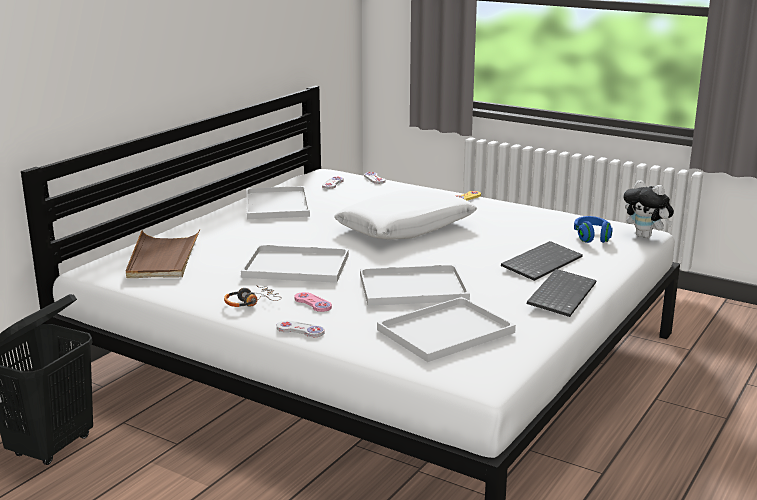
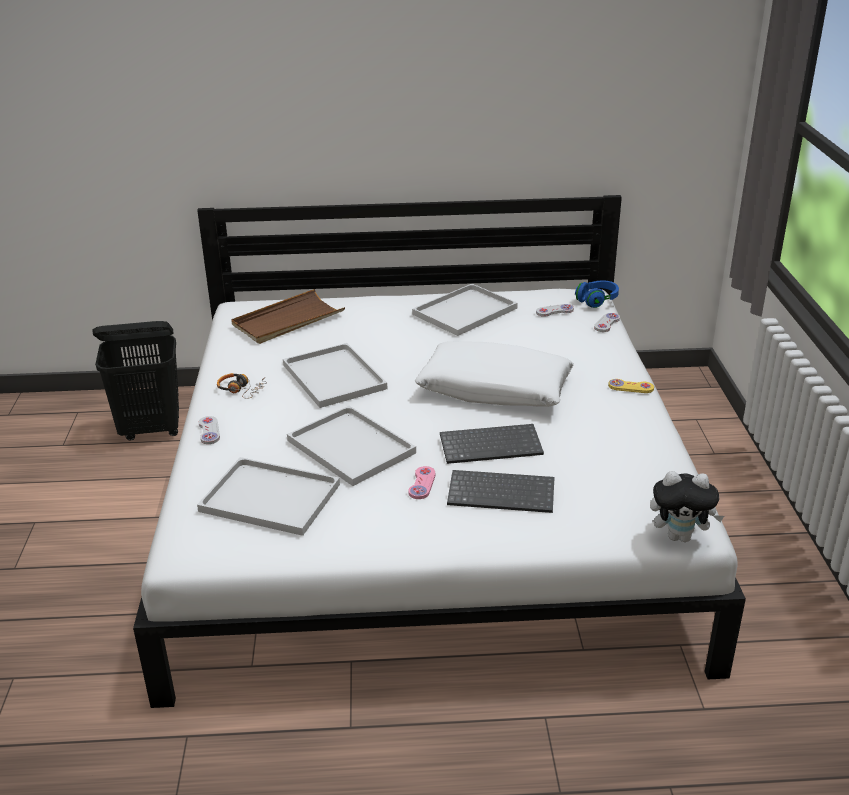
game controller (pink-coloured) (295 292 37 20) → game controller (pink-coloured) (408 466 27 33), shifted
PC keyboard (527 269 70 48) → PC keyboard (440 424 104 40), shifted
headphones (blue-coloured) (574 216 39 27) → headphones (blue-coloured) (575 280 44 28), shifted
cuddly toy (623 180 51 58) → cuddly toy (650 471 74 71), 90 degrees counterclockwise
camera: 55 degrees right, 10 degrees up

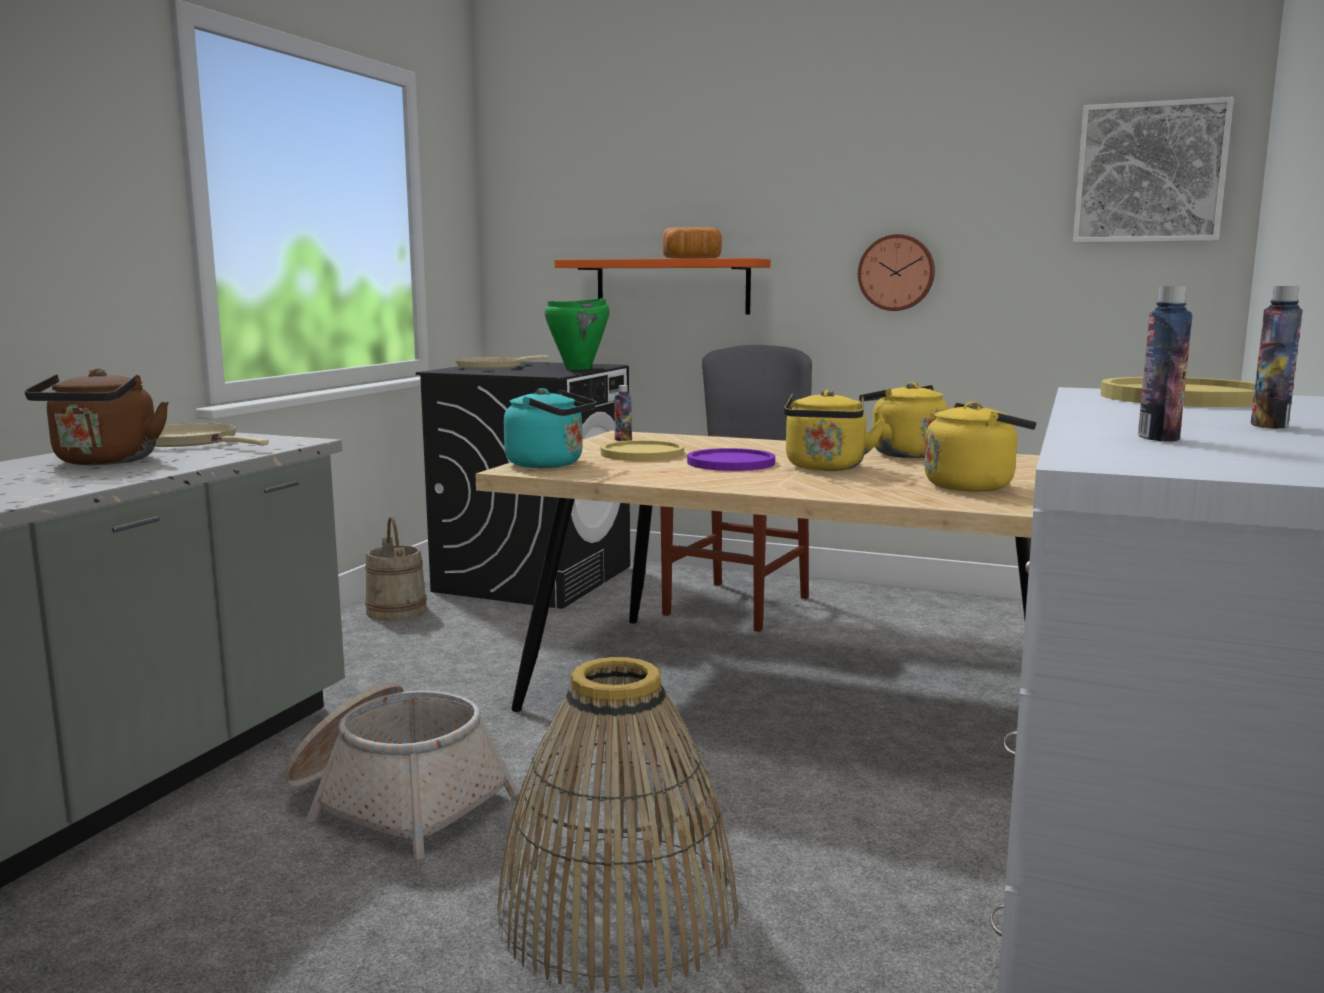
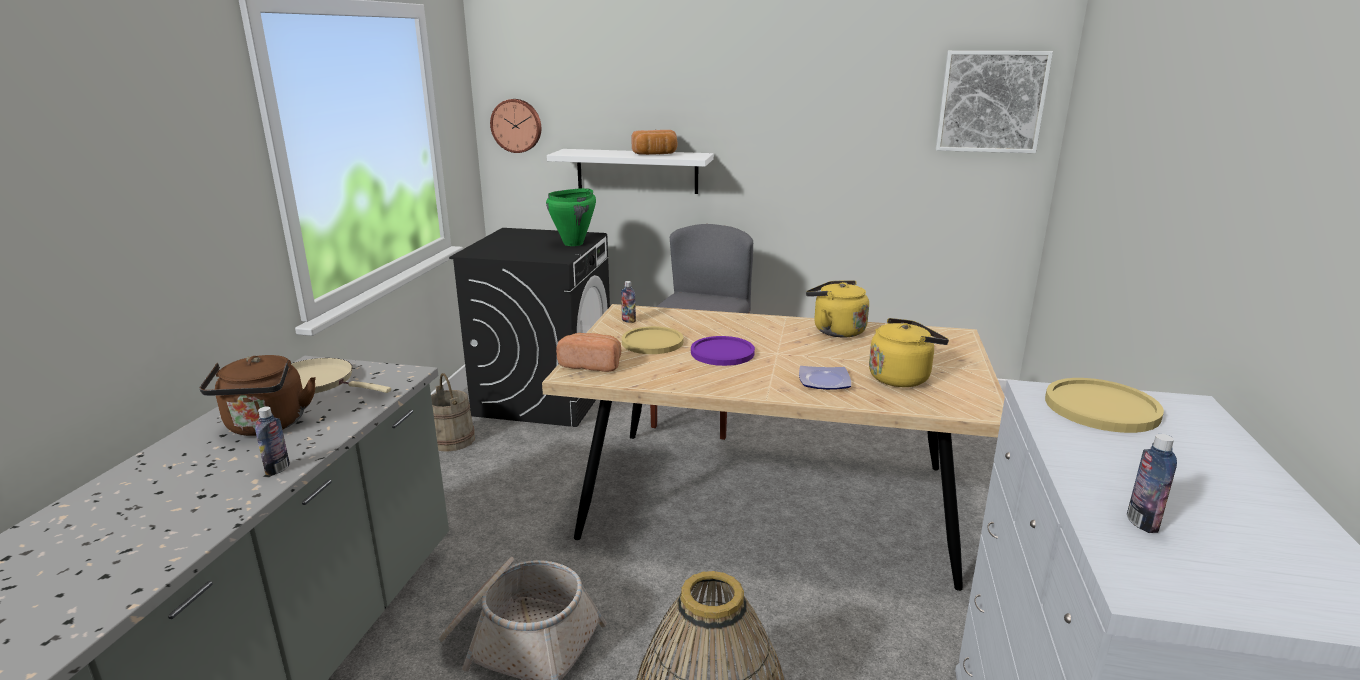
pan (sand-coloured) (456 355 92 14) → -
water kettle (turquoise) (504 388 92 80) → bread (556 333 65 39)
shelf (orange) (555 258 216 57) → shelf (whitish) (547 149 167 45)
water kettle (yellow-coloured) (784 390 101 81) → -
wall clock (858 234 77 77) → wall clock (490 99 51 54), shifted
bottle (1251 286 52 143) → bottle (255 406 35 70), shifted
- → dinner plate (799 366 52 24)
camera: 10 degrees left, 10 degrees up

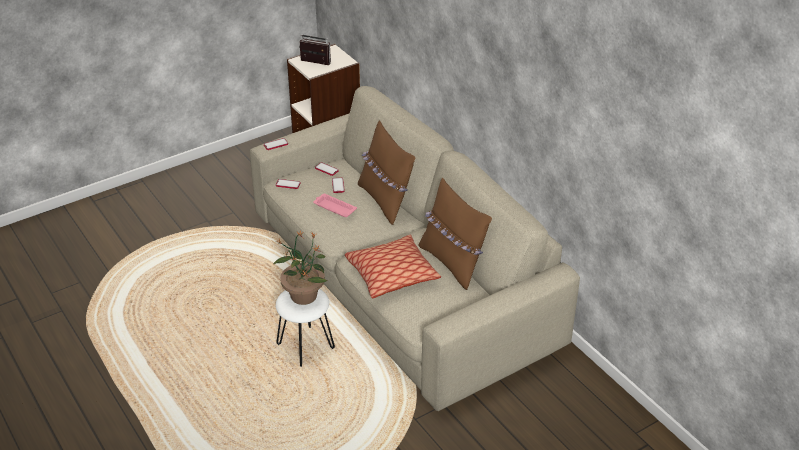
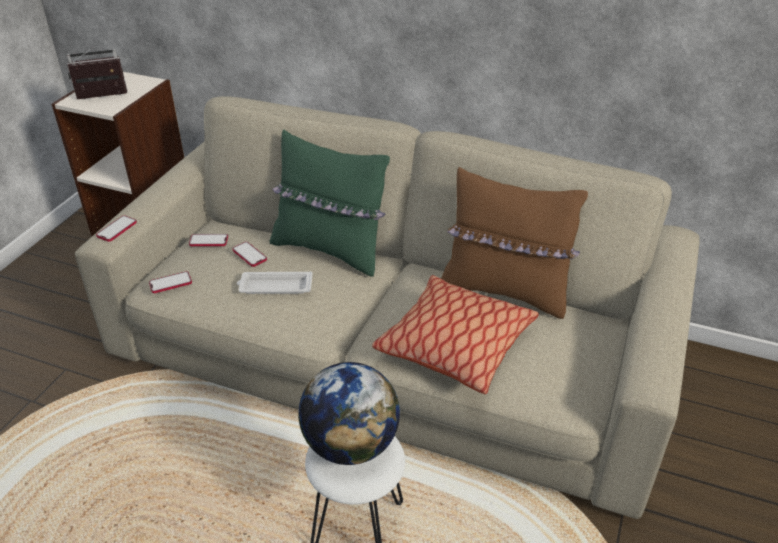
potted plant (273 231 54 74) → world globe (298 362 102 103)
carrying tray (pink-coloured) (313 194 44 23) → carrying tray (whitish) (237 271 76 23)
pillow (brown) (358 120 58 105) → pillow (green-coloured) (270 129 120 148)
camera: 35 degrees left, 0 degrees up

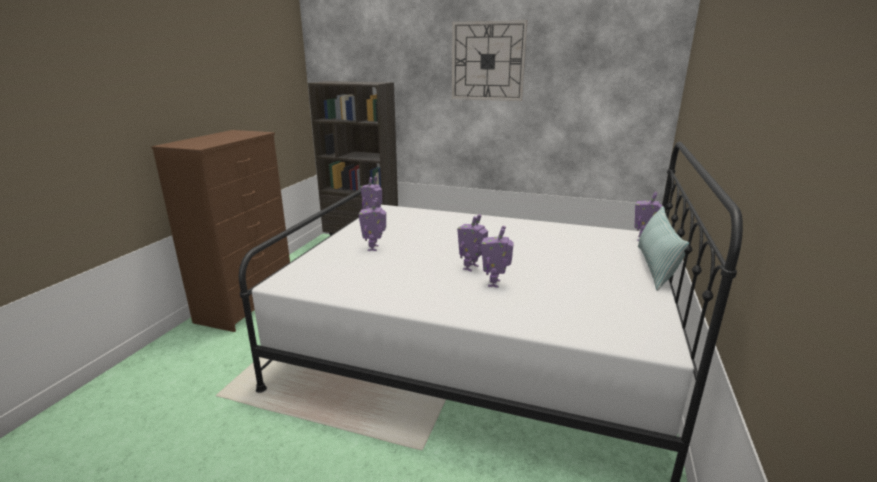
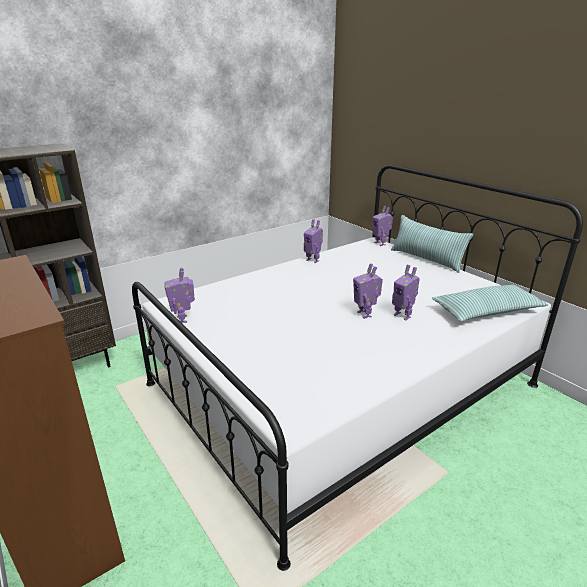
toy robot (358 198 28 53) → toy robot (304 219 19 44), shifted
wall clock (452 20 75 81) → -
- → pillow (431 284 117 37)
camera: 55 degrees left, 5 degrees up

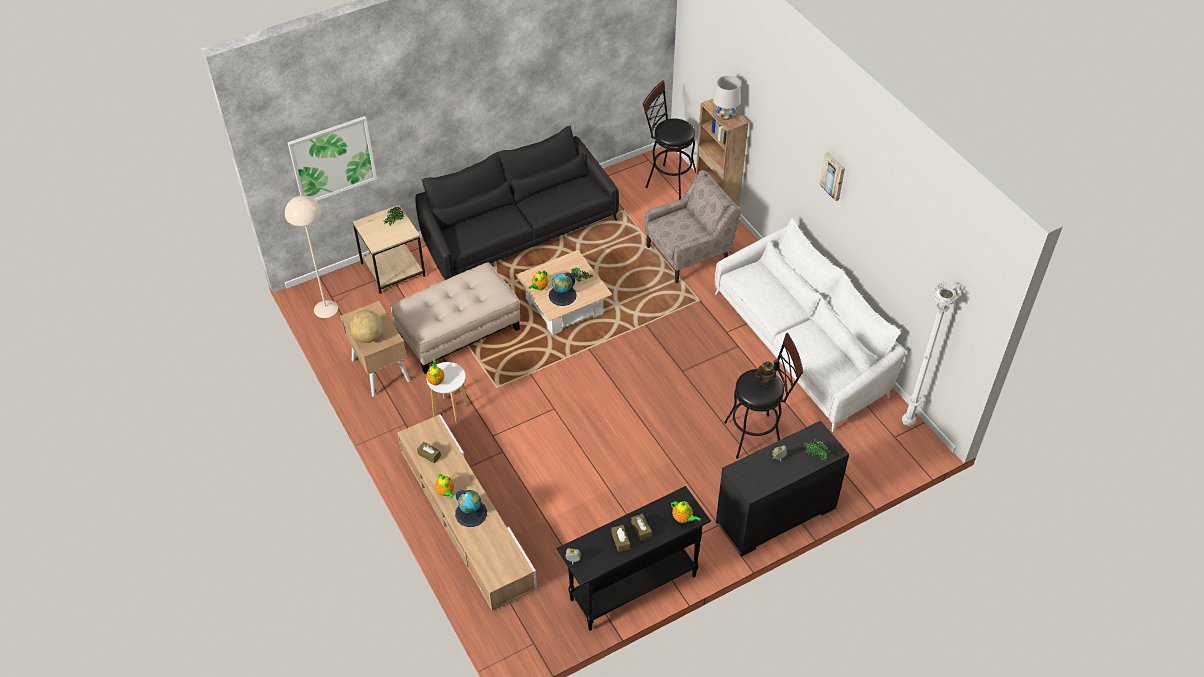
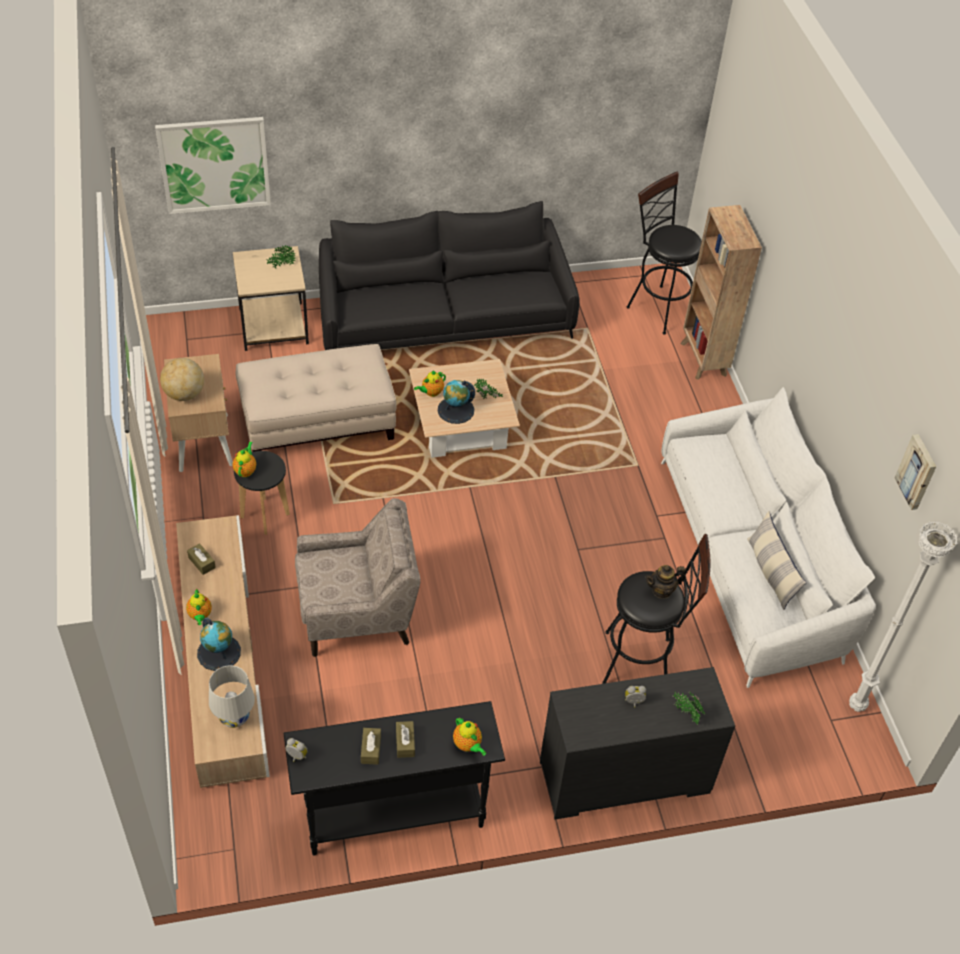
floor lamp (sand-coloured) (285 196 53 122) → -
sitting stool (whitish) (426 362 42 62) → sitting stool (black-coloured) (234 451 56 84)
easy chair (sand-coloured) (645 170 96 113) → easy chair (sand-coloured) (295 498 125 159), shifted
table lamp (whitish) (713 76 28 44) → table lamp (whitish) (209 665 46 63), shifted
picture (819 152 26 49) → picture (895 434 41 76), shifted
- → pillow (747 511 60 99)
camera: 15 degrees right, 0 degrees up

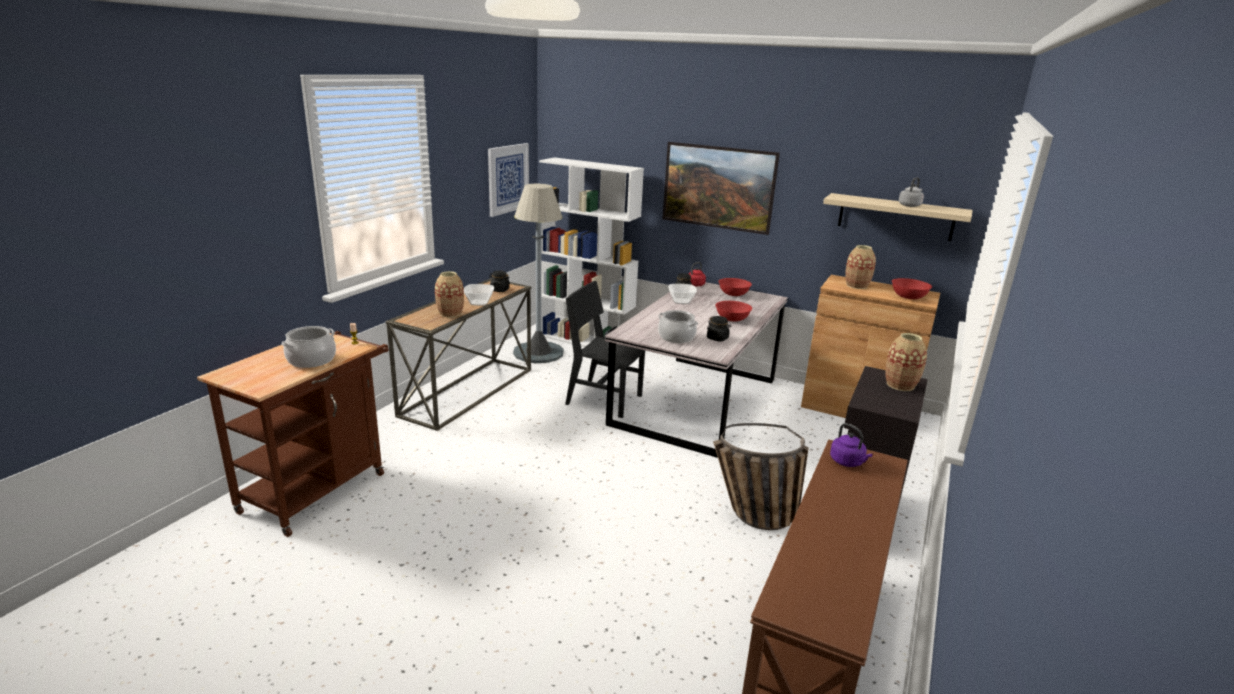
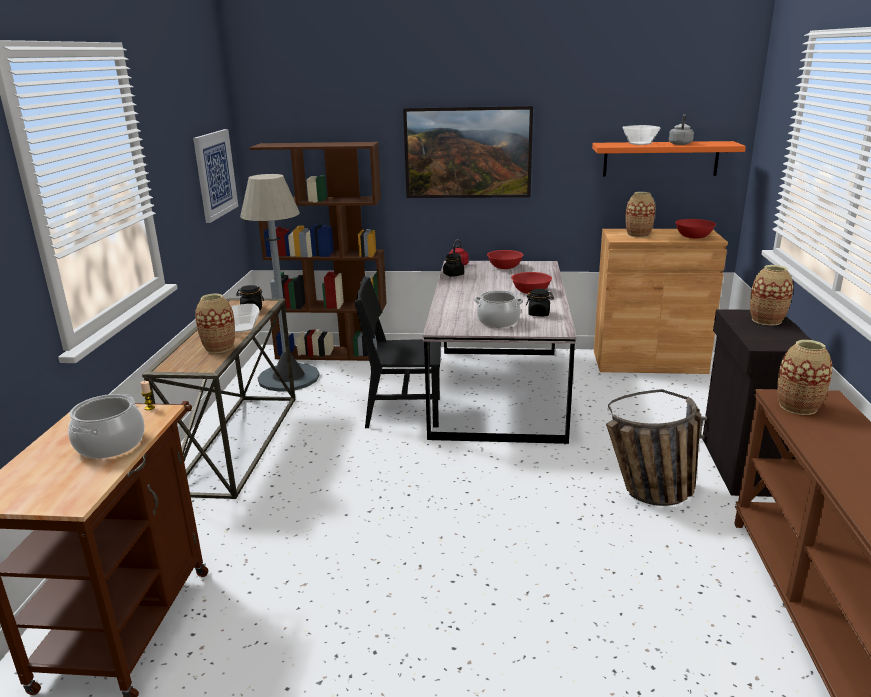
shelving unit (whitish) (539 157 105 190) → shelving unit (brown) (249 142 138 219)
serving bowl (668 284 29 20) → serving bowl (623 125 37 20), shifted
shelf (sand-coloured) (823 193 149 48) → shelf (orange) (592 141 154 36)
water kettle (purplish) (830 423 43 44) → vase (777 340 55 75)
camera: 20 degrees left, 0 degrees up

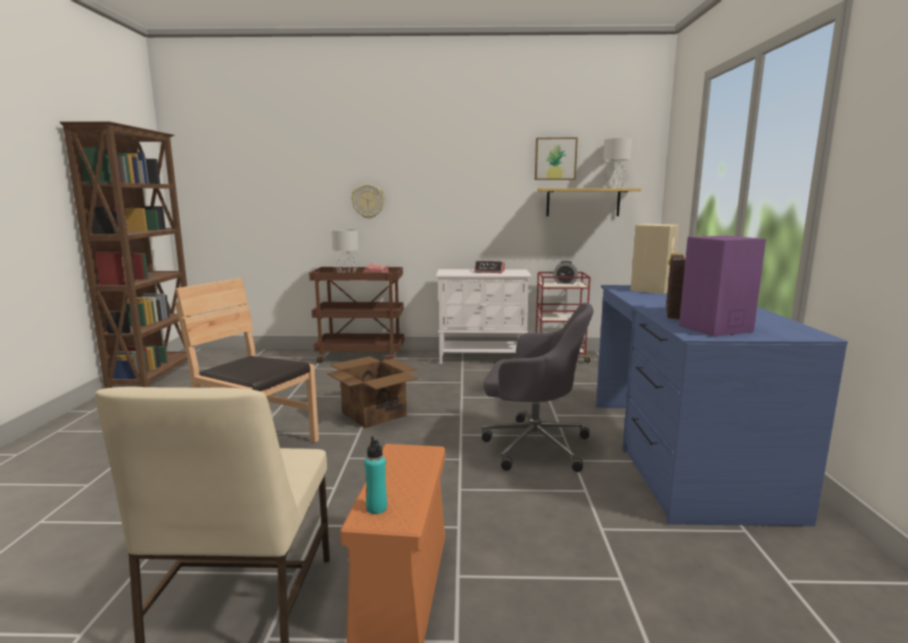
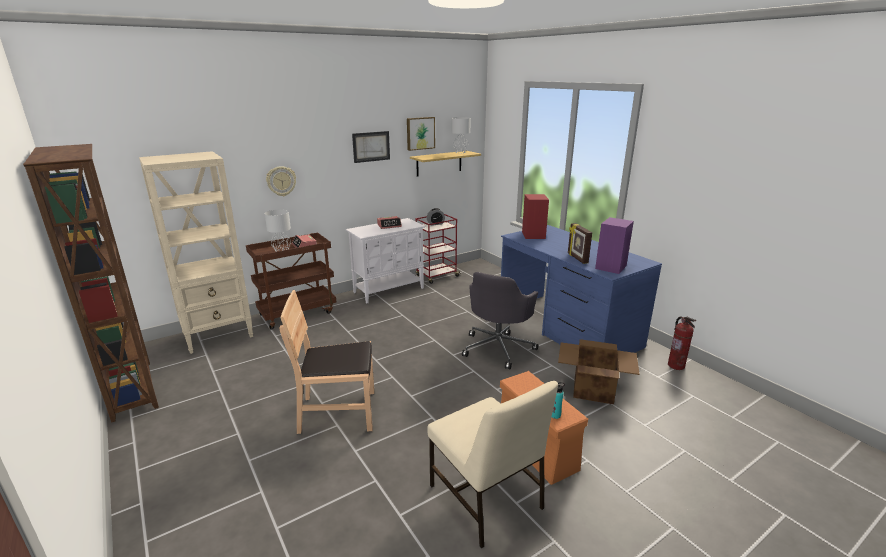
cardboard box (327 356 91 72) → cardboard box (558 339 82 65), shifted
desk chair (greyish) (482 303 111 169) → desk chair (greyish) (462 272 77 97), 135 degrees clockwise
speaker (sand-coloured) (630 224 49 70) → speaker (reddish) (522 194 27 45)
- → shelving unit (sand-coloured) (139 151 114 203)
- → picture (352 131 38 32)
- → extinguisher (668 316 28 54)
camera: 35 degrees left, 10 degrees up

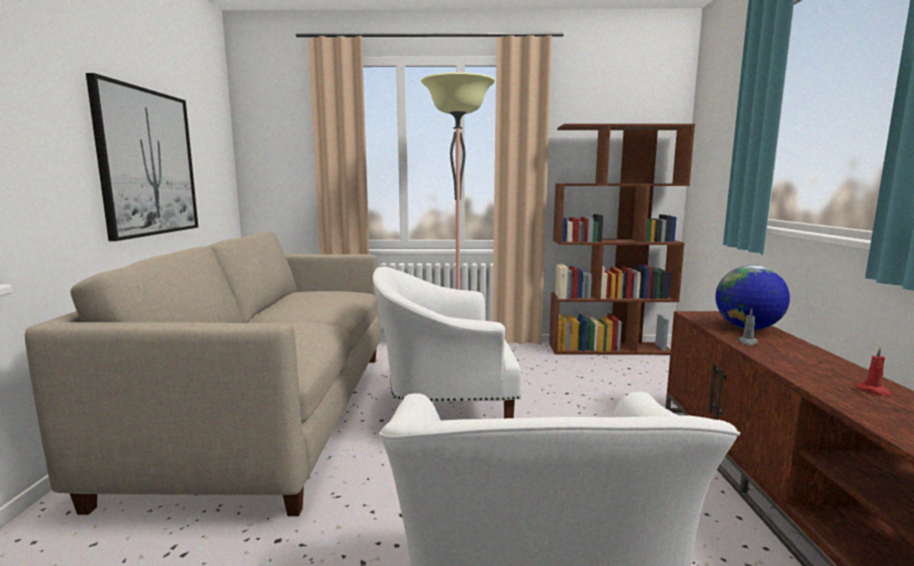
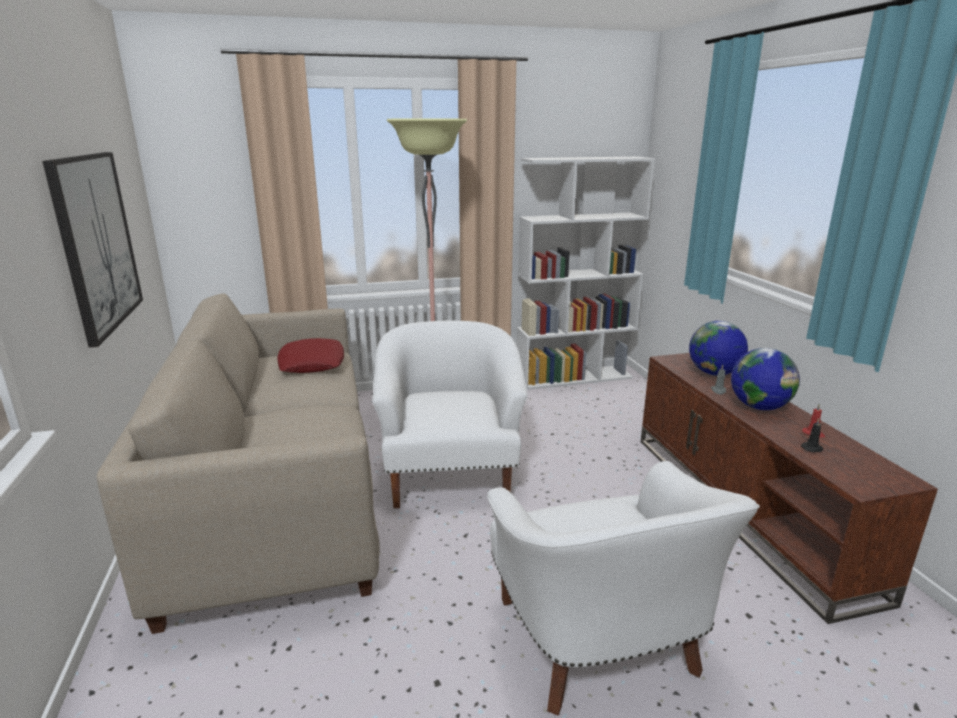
easy chair (whitish) (373 267 148 151) → easy chair (whitish) (372 321 156 187), 105 degrees clockwise
shelving unit (brown) (549 124 146 231) → shelving unit (whitish) (517 157 138 233)
- → pillow (reddish) (277 338 67 35)
- → world globe (731 348 69 62)
- → wax candle (black-coloured) (801 418 22 34)
camera: 15 degrees left, 10 degrees up

